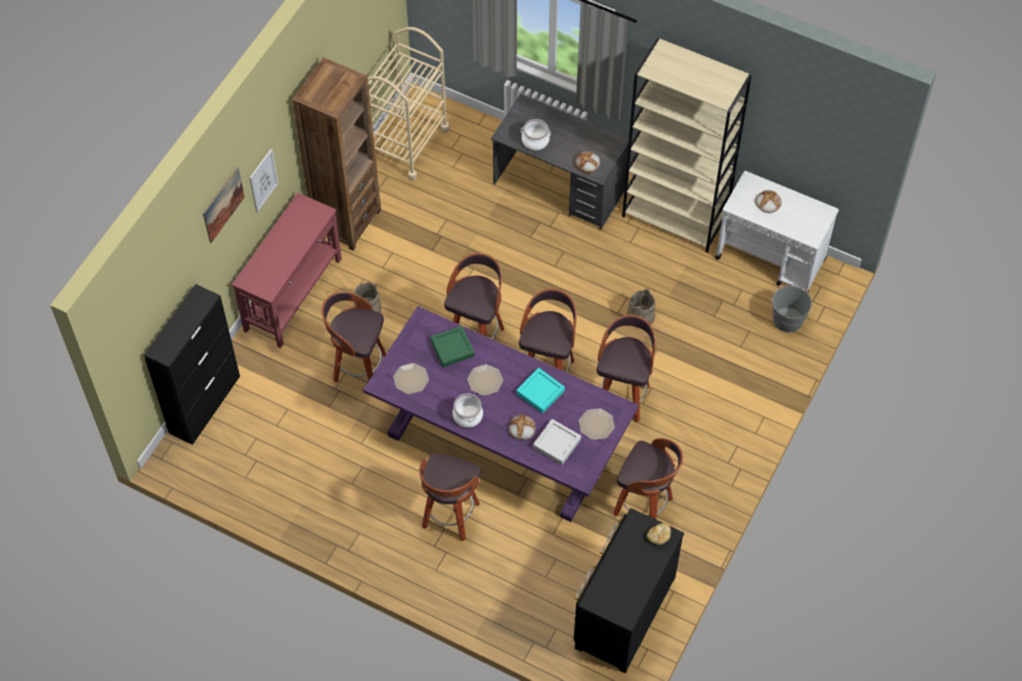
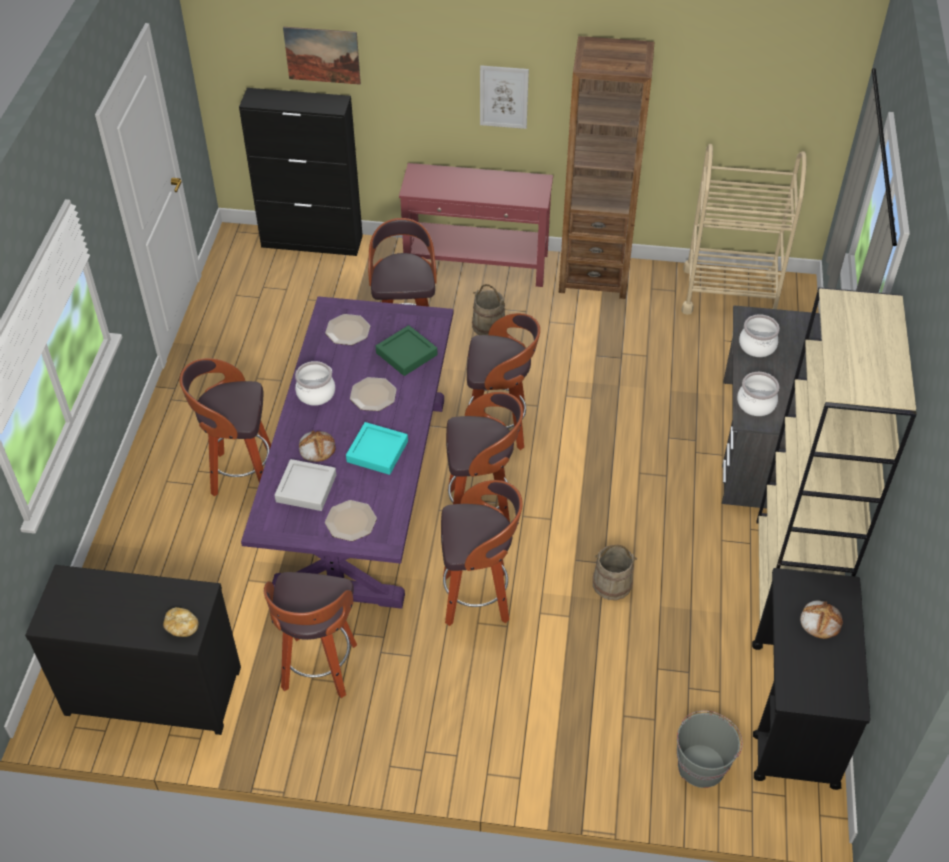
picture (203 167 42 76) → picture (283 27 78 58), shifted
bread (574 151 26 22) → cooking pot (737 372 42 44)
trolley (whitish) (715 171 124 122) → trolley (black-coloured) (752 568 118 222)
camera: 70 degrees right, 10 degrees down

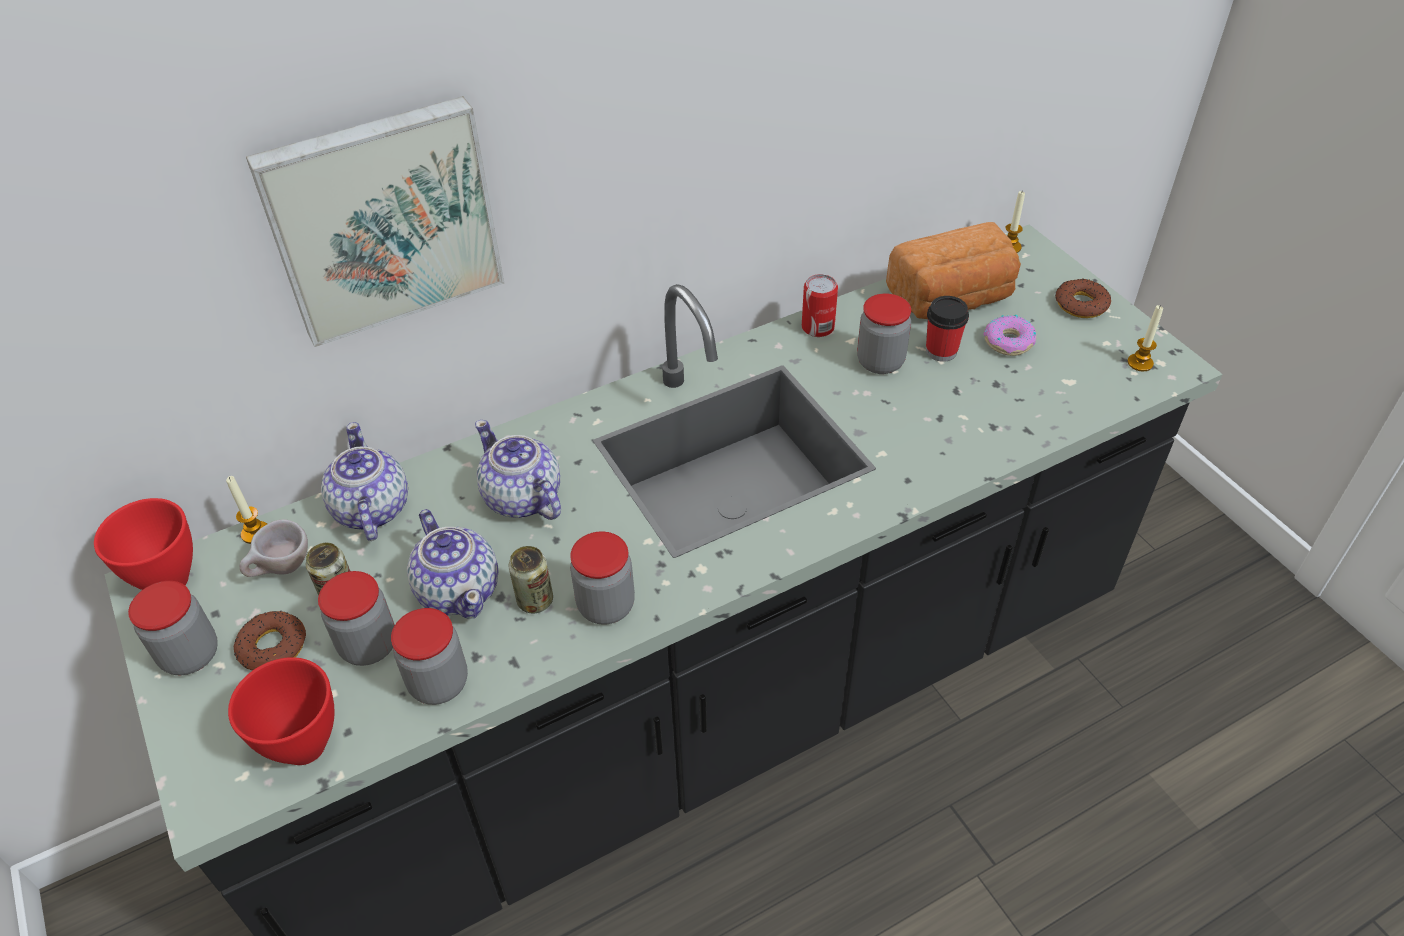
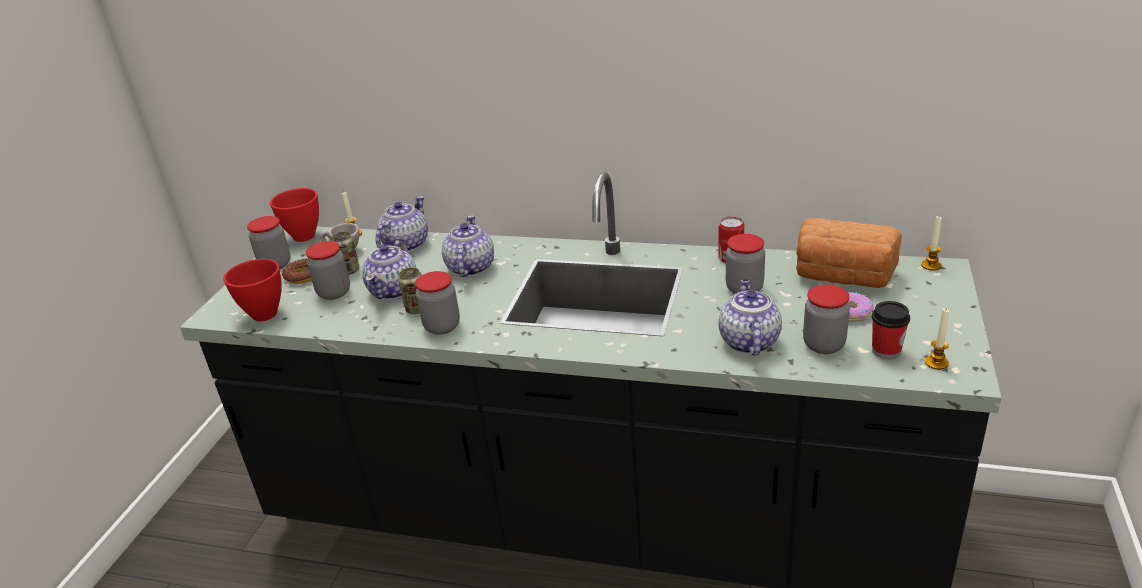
picture (246 96 258 251) → -
jar (391 608 77 97) → jar (803 285 47 69), shifted
small cup (926 296 43 66) → small cup (872 301 38 58), shifted
doughnut (1055 279 56 39) → -
- → tea pot (718 279 64 76)
camera: 45 degrees right, 15 degrees down

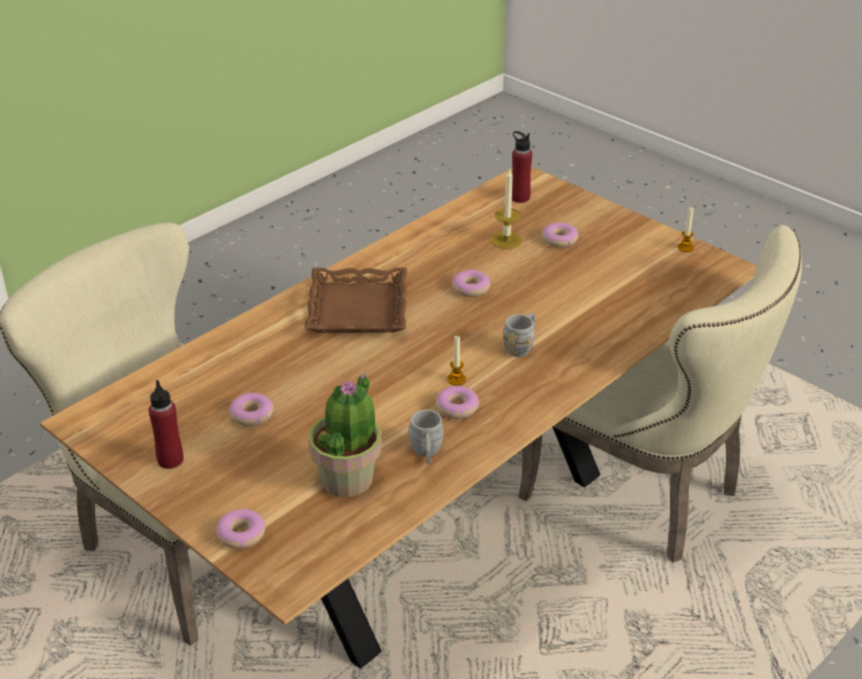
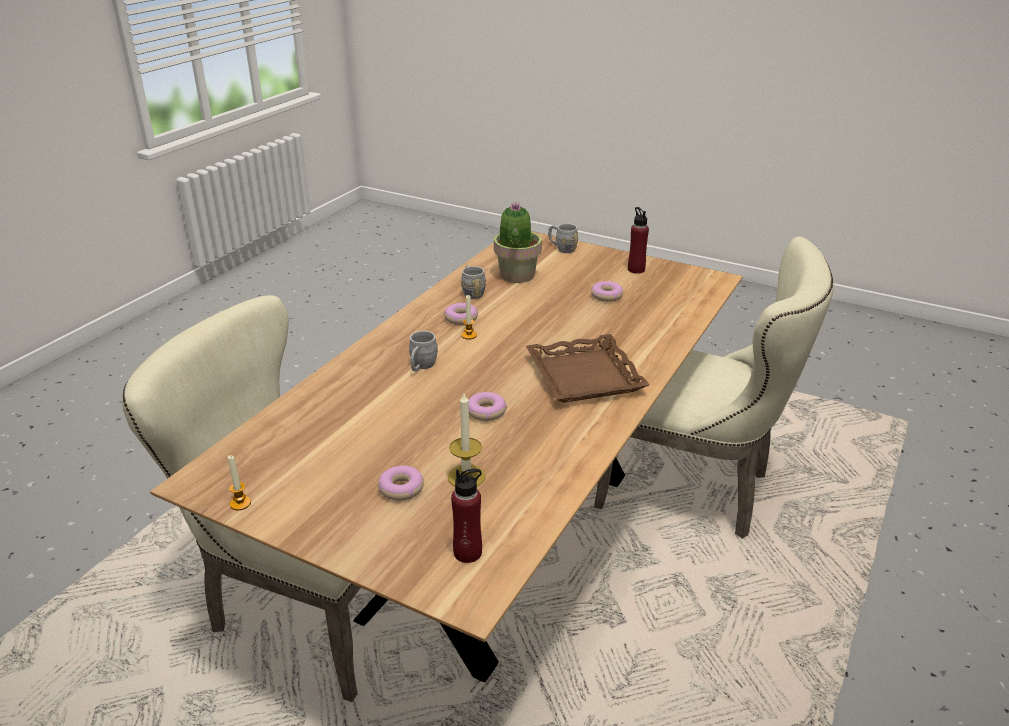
doughnut (216 509 50 40) → coffee mug (greyish) (548 224 31 29)
camera: 165 degrees right, 5 degrees down

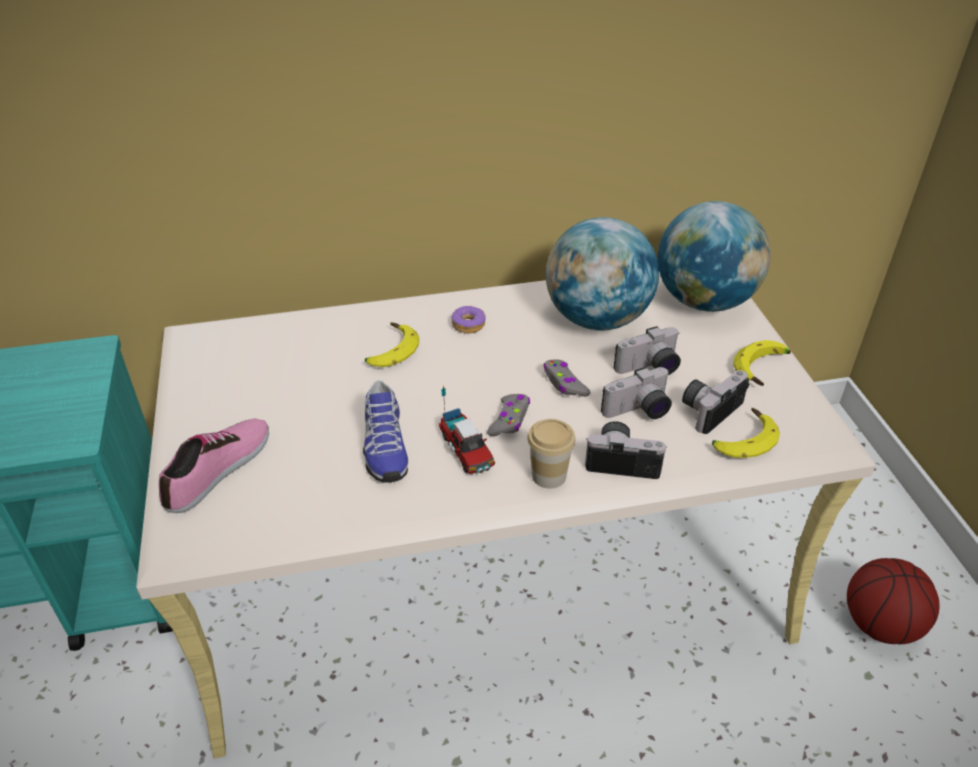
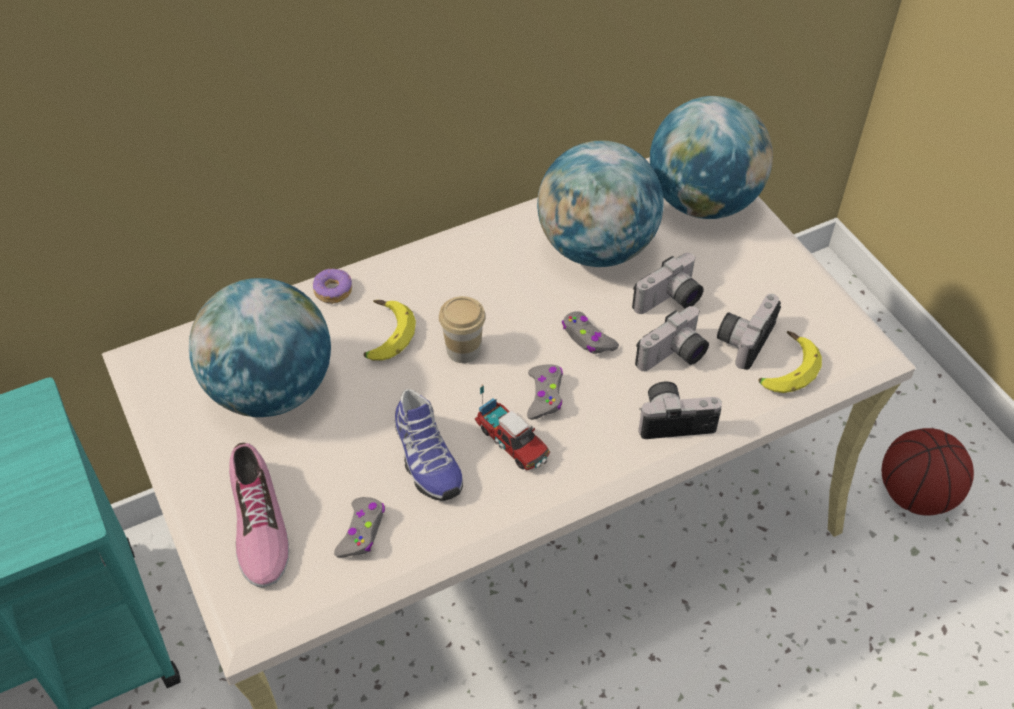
low shoe (159 418 110 95) → low shoe (229 443 60 145), 150 degrees clockwise
doughnut (452 306 34 27) → doughnut (313 269 39 35), shifted
small cup (528 419 48 70) → small cup (439 296 47 67), shifted
banana fruit (733 340 58 46) → -
- → world globe (189 278 142 139)
- → game controller (greyish) (334 497 51 61)
camera: 15 degrees left, 10 degrees up

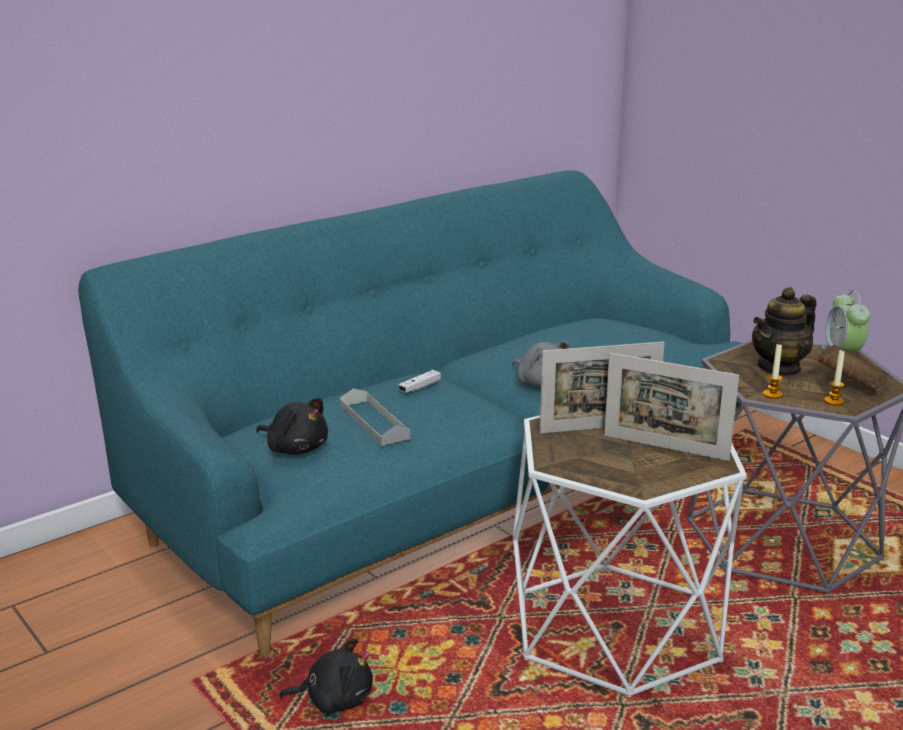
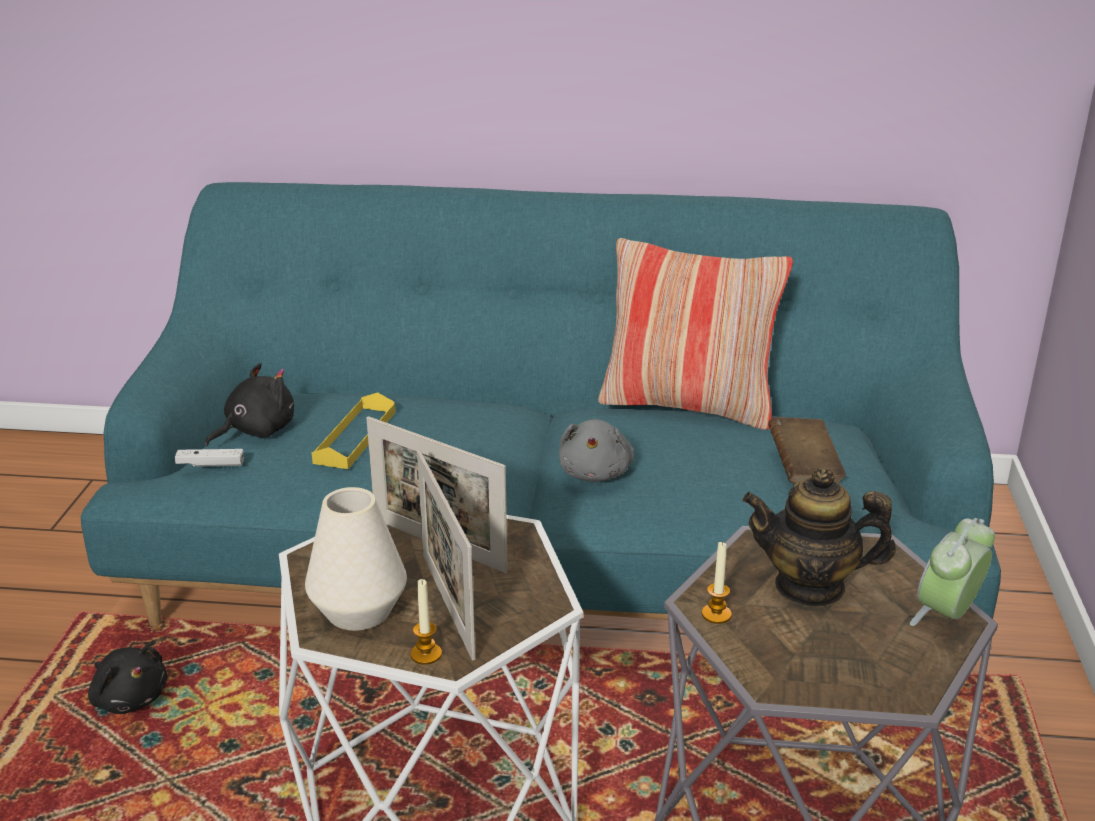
cuddly toy (black-coloured) (256 398 72 56) → cuddly toy (black-coloured) (205 363 89 83), 120 degrees counterclockwise
carrying tray (greyish) (340 388 70 58) → carrying tray (yellow-coloured) (312 392 83 77)
game controller (whitish) (399 370 42 23) → game controller (whitish) (175 449 69 17), shifted
bound book (brown) (817 345 73 47) → bound book (brown) (768 417 78 67), shifted
wax candle (824 350 21 56) → wax candle (410 579 32 86), shifted
- → vase (whitish) (305 487 102 144)
- → pillow (598 238 195 192)
camera: 45 degrees right, 5 degrees up

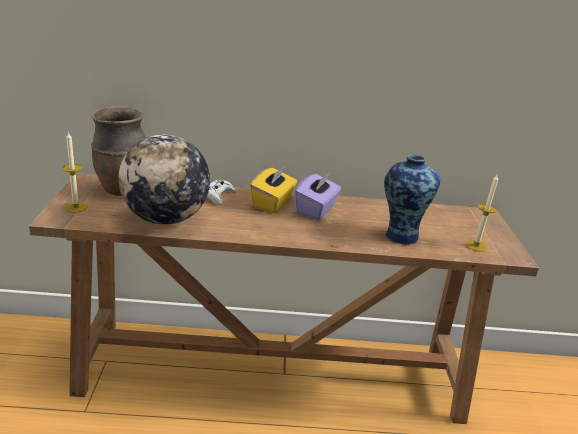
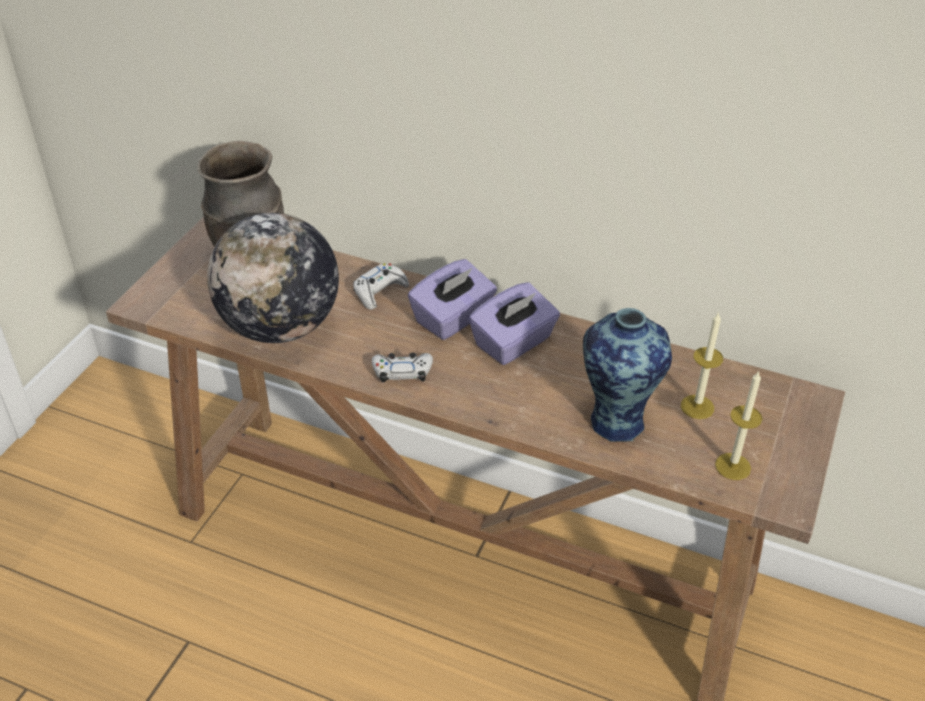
wax candle (62 131 25 82) → wax candle (681 311 42 108), shifted
box of tissues (yellow-coloured) (250 166 47 47) → box of tissues (purplish) (408 259 89 81)
- → game controller (whitish) (372 352 61 30)
camera: 25 degrees right, 15 degrees up

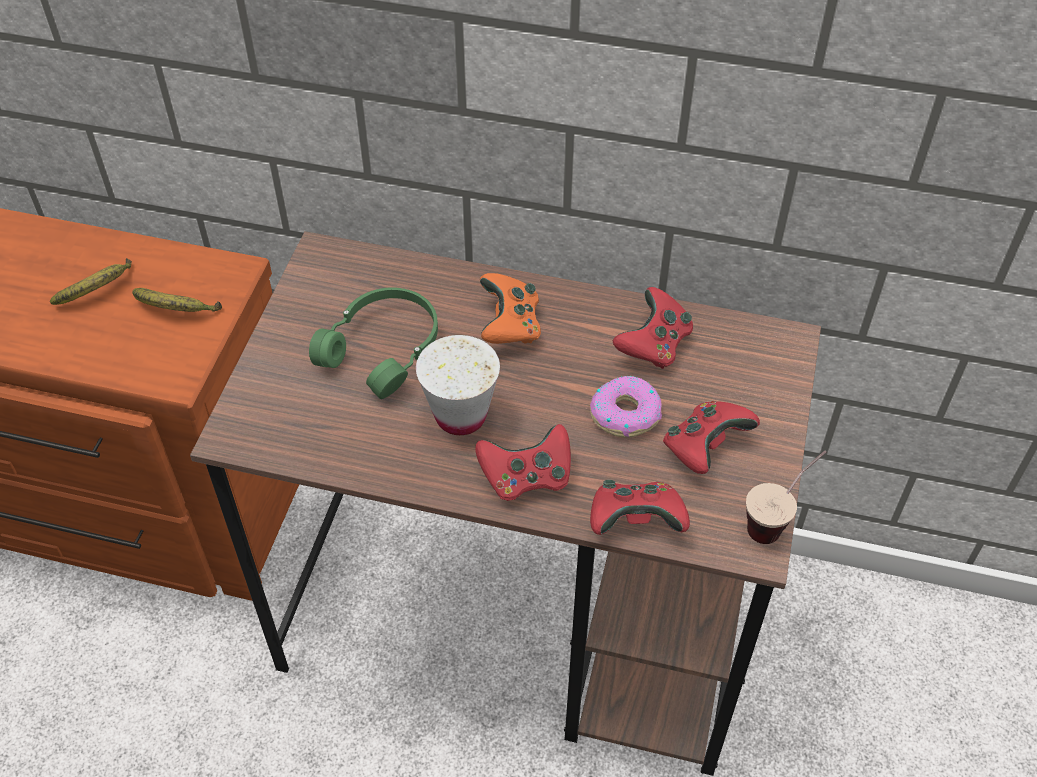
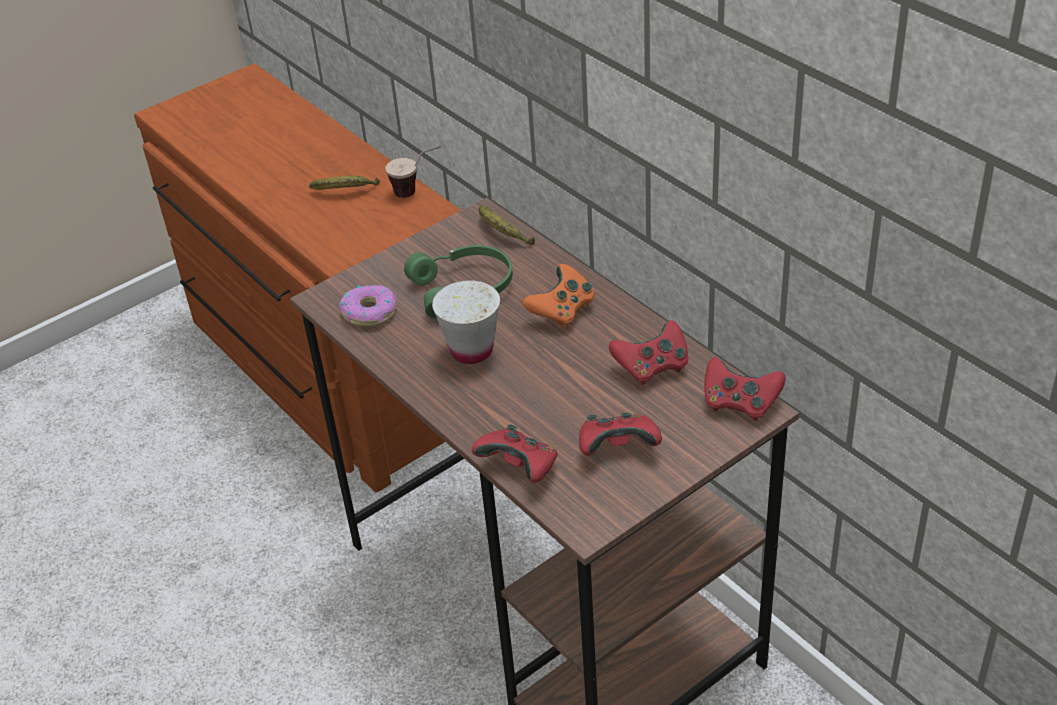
banana fruit (132 288 90 24) → banana fruit (479 205 56 40), shifted
game controller (reddish) (475 424 96 77) → game controller (reddish) (704 357 82 64), shifted
doughnut (590 376 72 61) → doughnut (339 285 57 41), shifted
small cup (746 451 81 93) → small cup (385 146 56 52), shifted
camera: 40 degrees right, 10 degrees down

